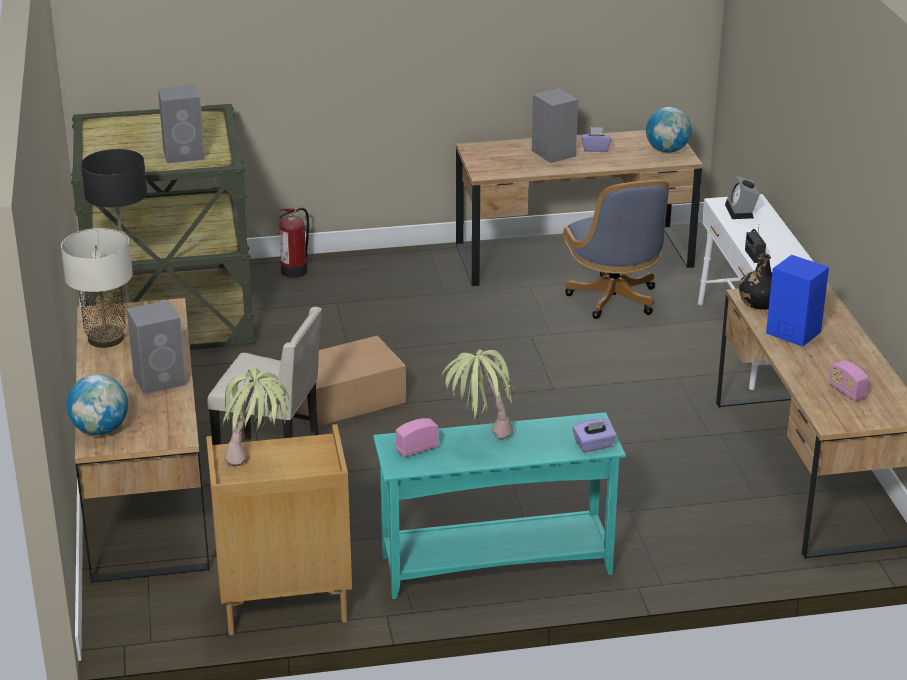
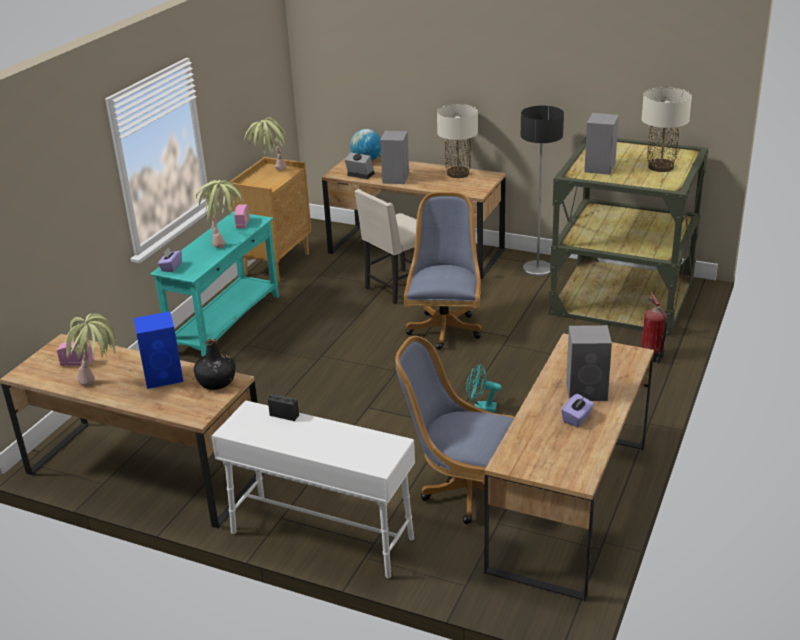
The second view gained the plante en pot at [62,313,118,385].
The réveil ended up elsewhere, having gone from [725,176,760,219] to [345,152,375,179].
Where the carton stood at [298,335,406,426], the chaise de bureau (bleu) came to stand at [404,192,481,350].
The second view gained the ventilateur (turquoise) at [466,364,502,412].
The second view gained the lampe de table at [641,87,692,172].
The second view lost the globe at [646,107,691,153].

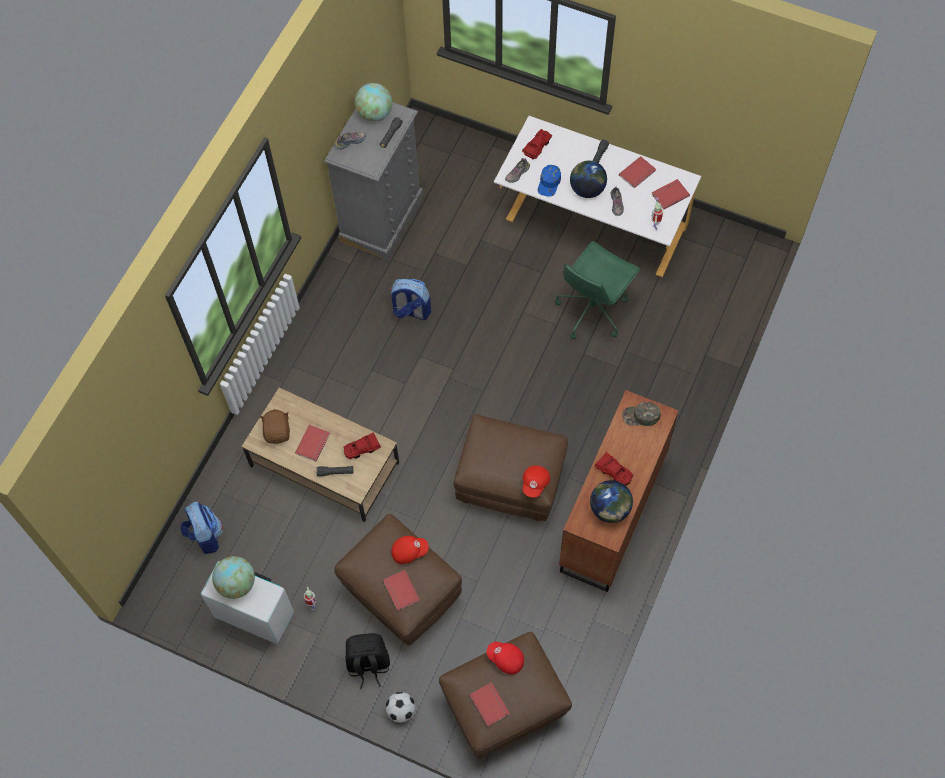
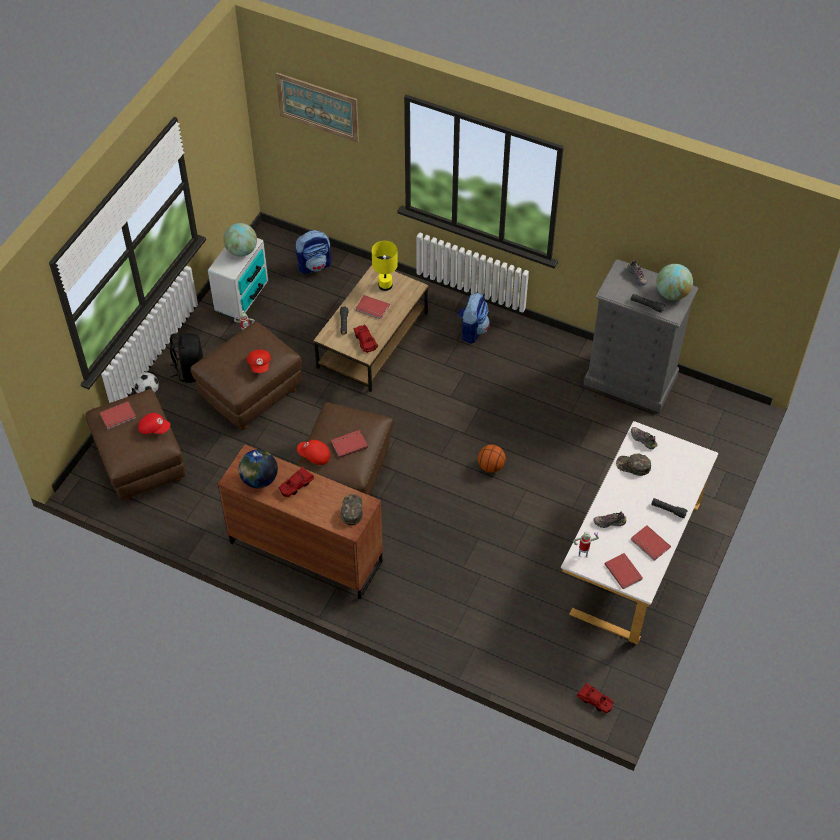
The casquette (rouge) at [487,642,524,674] ended up facing another way, 75 degrees clockwise from before.
The second view gained the tableau at [276,73,359,142].
The livre (rouge) ended up elsewhere, having gone from [383,570,420,611] to [331,430,368,458].
Where the peluche (marron) stood at [259,409,290,444], the lampe de table (jaune) came to stand at [372,241,398,291].
The sac à dos ended up elsewhere, having gone from [390,279,431,320] to [458,293,490,344].
The second view gained the ballon de basket at [478,445,506,473].
The petite voiture (rouge) ended up elsewhere, having gone from [522,129,552,159] to [577,682,614,713].
What was the casquette (bleu) at [538,165,561,197] turned into the casquette (vert) at [616,453,651,476].
The second view lost the chaise de bureau (vert) at [555,241,640,339].
The second view lost the globe at [570,161,607,198].

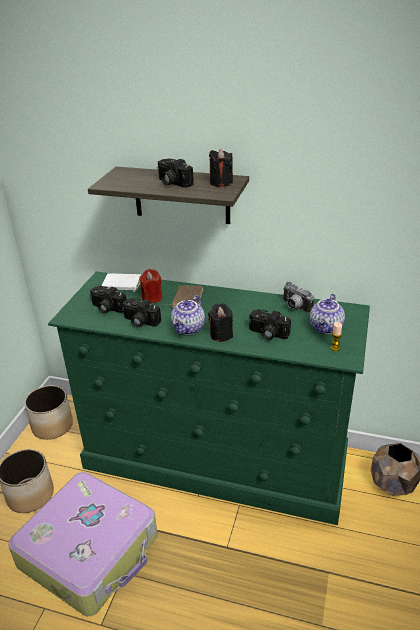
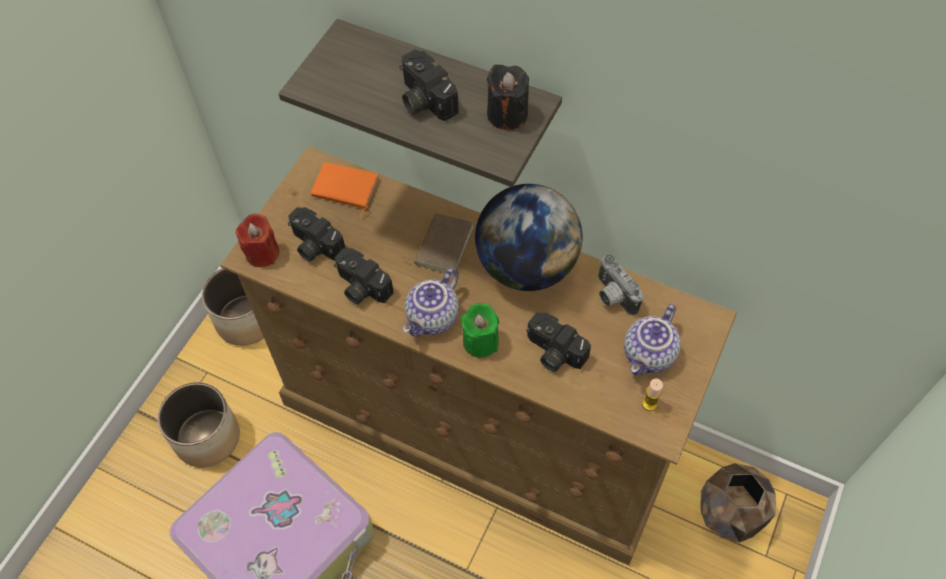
What was the commode (vert) at [48,272,370,525] turned into the commode (marron) at [220,146,737,566].
The bougie (rouge) ended up elsewhere, having gone from [139,269,162,303] to [236,214,280,267].
What was the livre (blanc) at [101,273,141,291] turned into the livre (orange) at [311,162,380,217].
What was the bougie (noir) at [208,303,233,342] turned into the bougie (vert) at [461,303,499,358].
The second view gained the globe at [475,184,582,291].

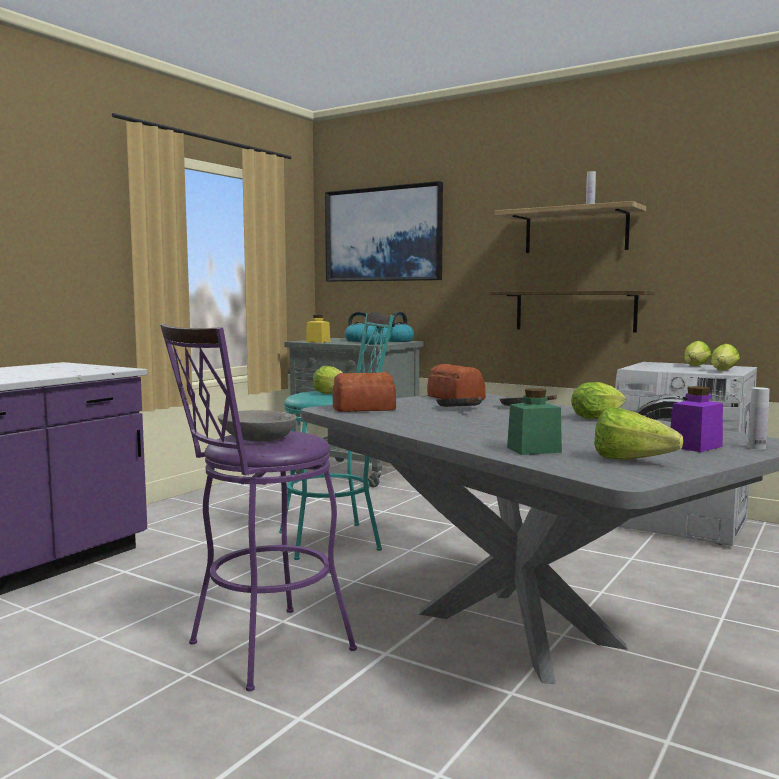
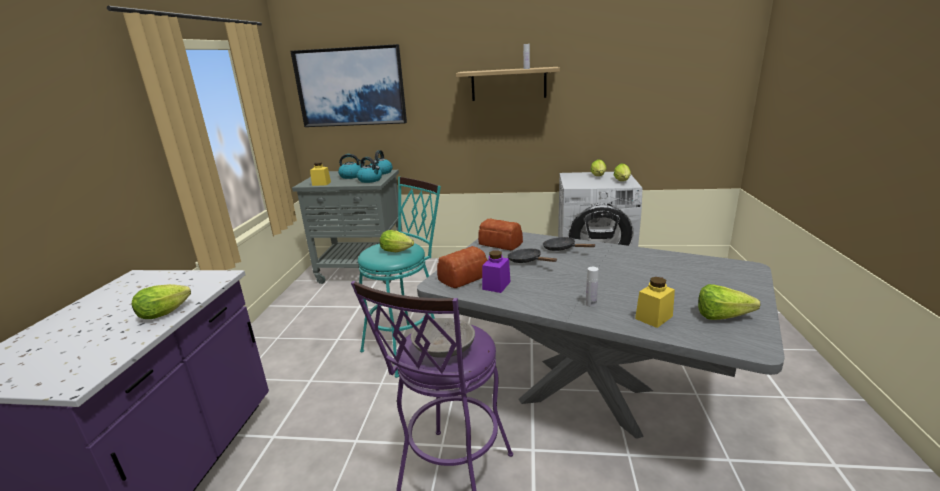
The laitue ended up elsewhere, having gone from [571,382,626,419] to [132,284,191,319].
The bocal (violet) ended up elsewhere, having gone from [670,386,723,452] to [482,250,511,293].
The bouteille (blanc) ended up elsewhere, having gone from [748,387,770,450] to [586,267,599,307].
What was the bocal (vert) at [507,388,562,455] turned into the bocal (jaune) at [635,277,675,328].
The second view lost the étagère at [490,291,655,333].

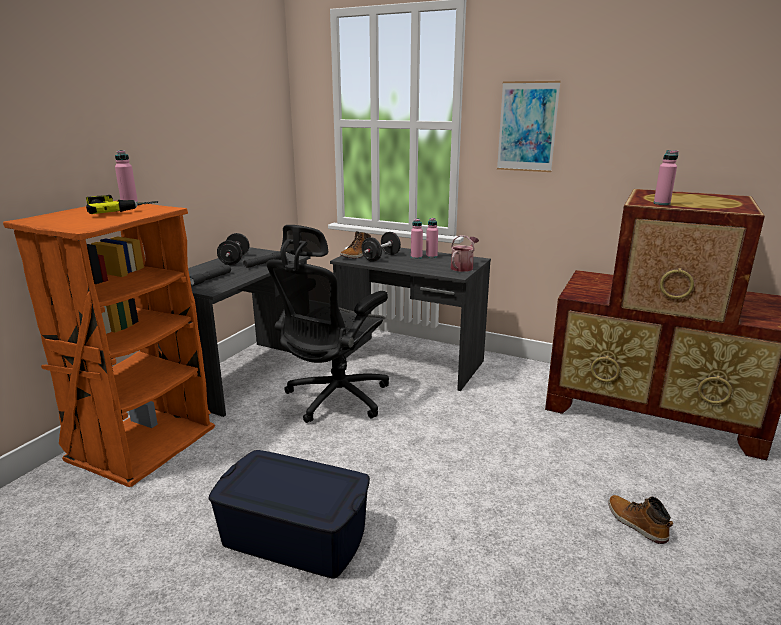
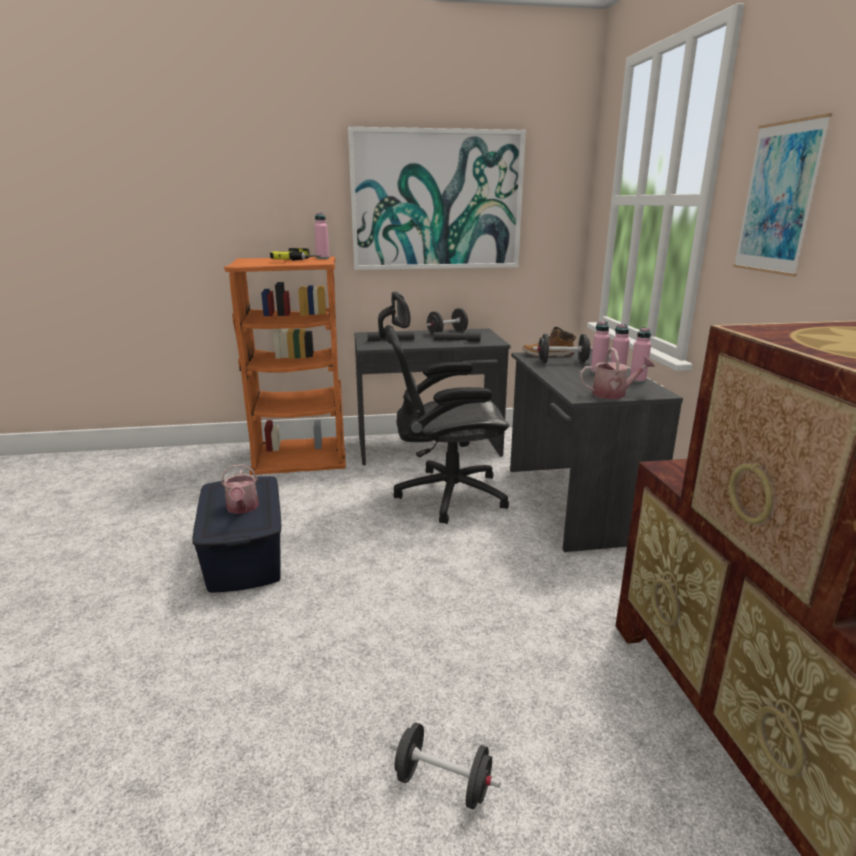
The second view gained the arrosoir at [221,464,259,514].
The second view gained the tableau at [348,127,526,270].
Where the botte stood at [608,495,673,544], the haltère (noir) came to stand at [390,723,501,809].
The bouteille (rose) ended up elsewhere, having gone from [654,150,678,205] to [630,327,651,383].

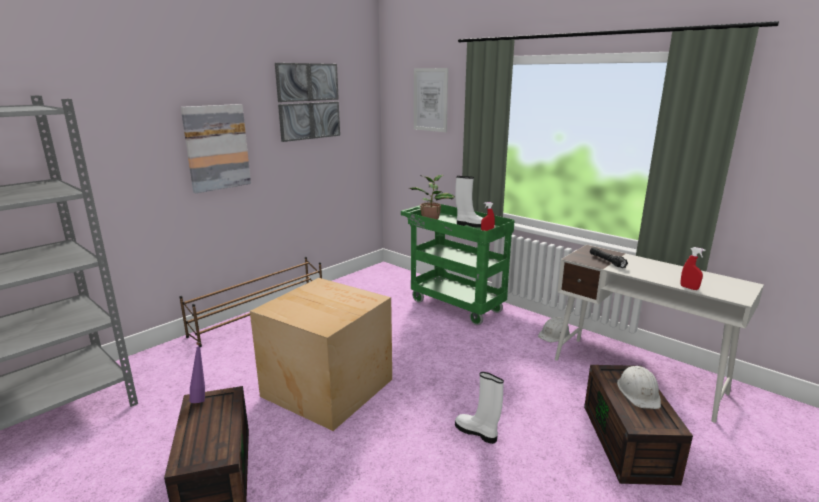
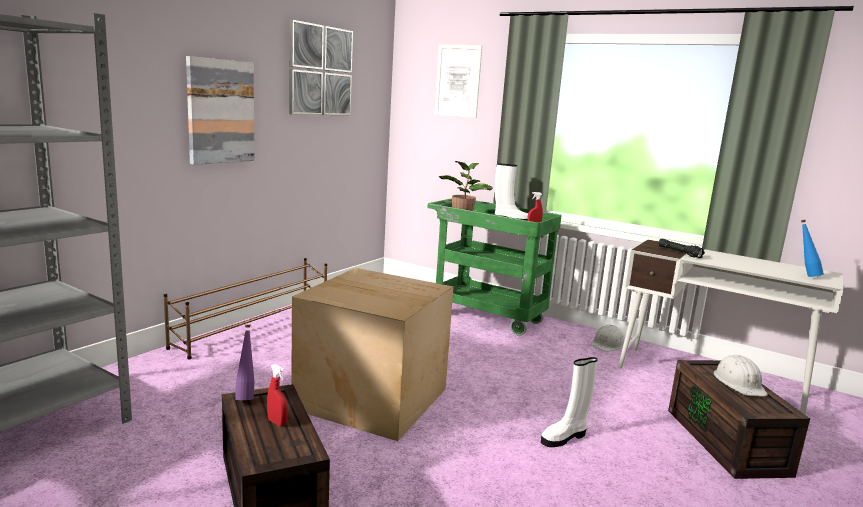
The vaporisateur (rouge) ended up elsewhere, having gone from [680,247,706,290] to [267,364,288,427].
The botte (blanc) at [455,372,504,444] ended up facing another way, 60 degrees counterclockwise from before.
The second view gained the bouteille (bleu) at [801,220,824,277].

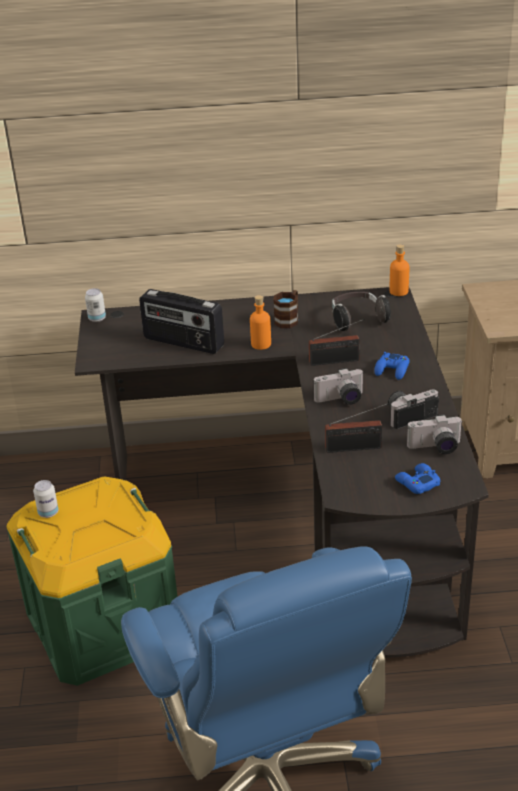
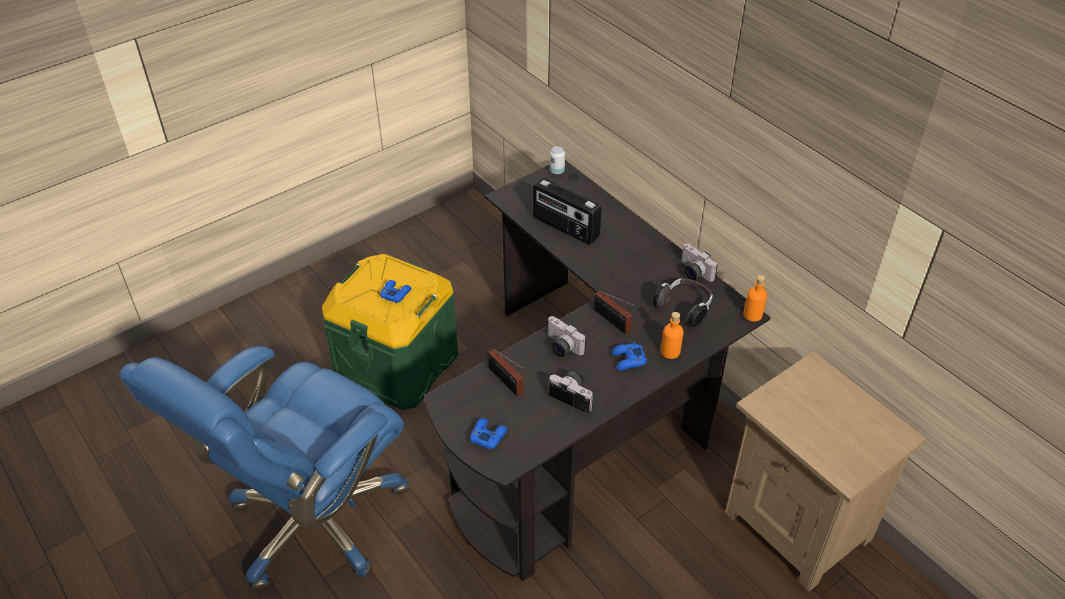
The second view gained the manette (bleu) at [380,280,411,303].
The radio at [139,289,224,354] ended up facing another way, 45 degrees counterclockwise from before.
The bouteille (orange) ended up elsewhere, having gone from [250,295,271,350] to [661,312,684,359].
The appareil photo ended up elsewhere, having gone from [407,414,462,454] to [681,243,718,282].
The second view lost the boîte métallique at [33,480,59,518].
The second view lost the mug (marron) at [273,290,298,328].

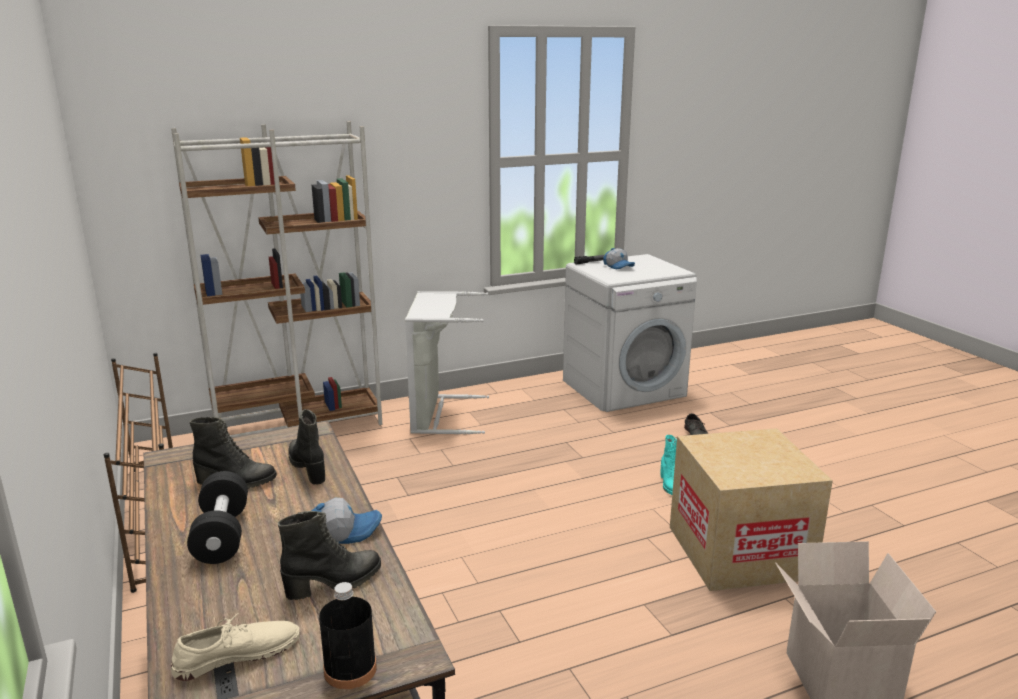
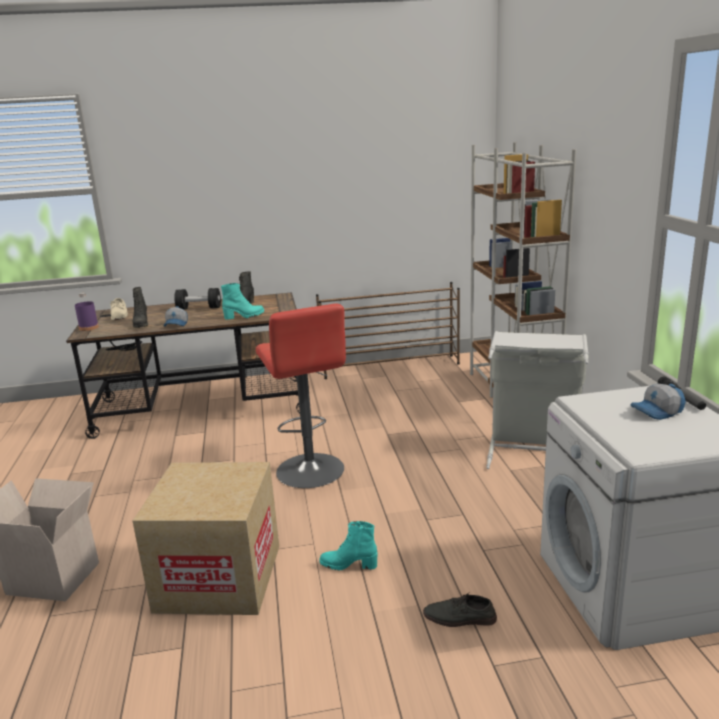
What was the bouteille (noir) at [319,582,377,689] turned into the bouteille (violet) at [75,293,99,331].
What was the botte (noir) at [288,409,325,485] turned into the botte (turquoise) at [221,283,264,320].
The second view gained the tabouret (rouge) at [256,304,346,488].

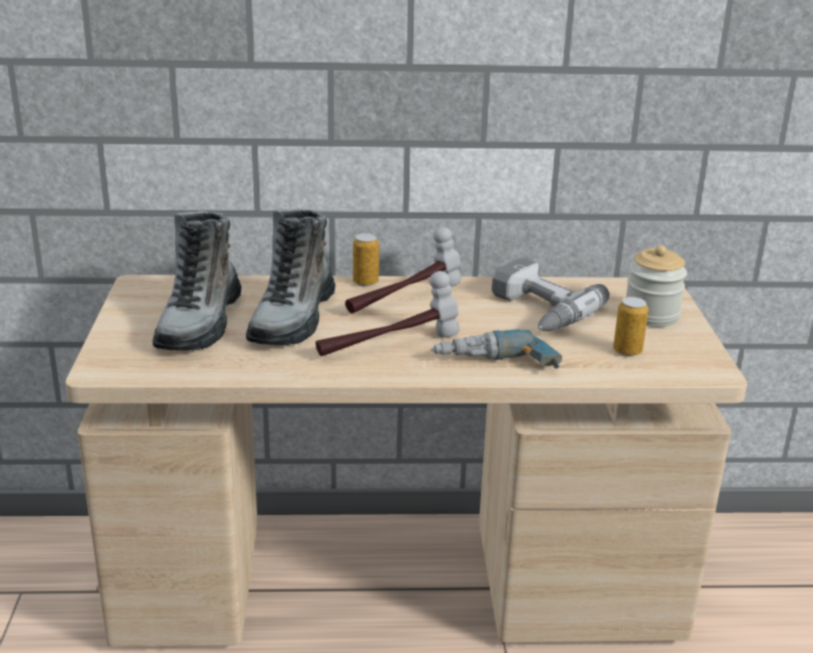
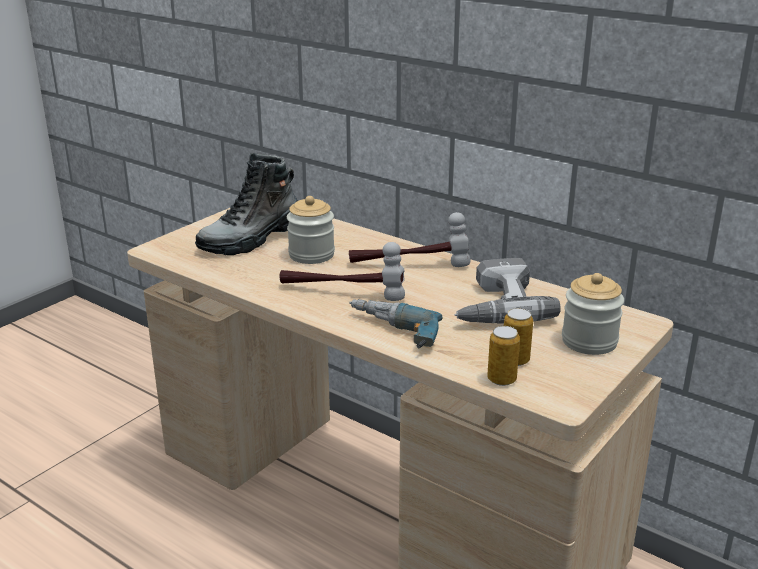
Where the botte stood at [246,208,336,346], the bocal came to stand at [287,196,335,264].
The boîte métallique ended up elsewhere, having gone from [353,233,379,286] to [487,326,520,386].

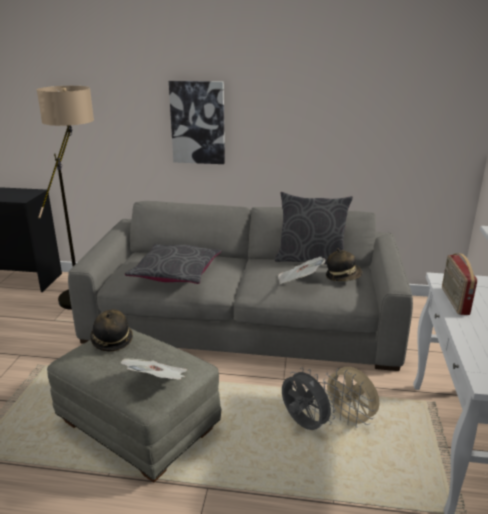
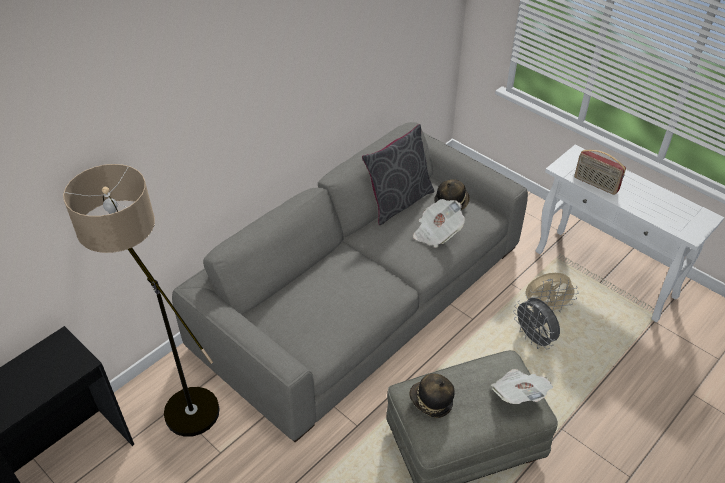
The ventilateur (gris) at [282,367,336,430] ended up facing another way, 120 degrees counterclockwise from before.
The second view lost the coussin (gris) at [125,244,221,284].
The second view lost the tableau at [169,81,225,164].

